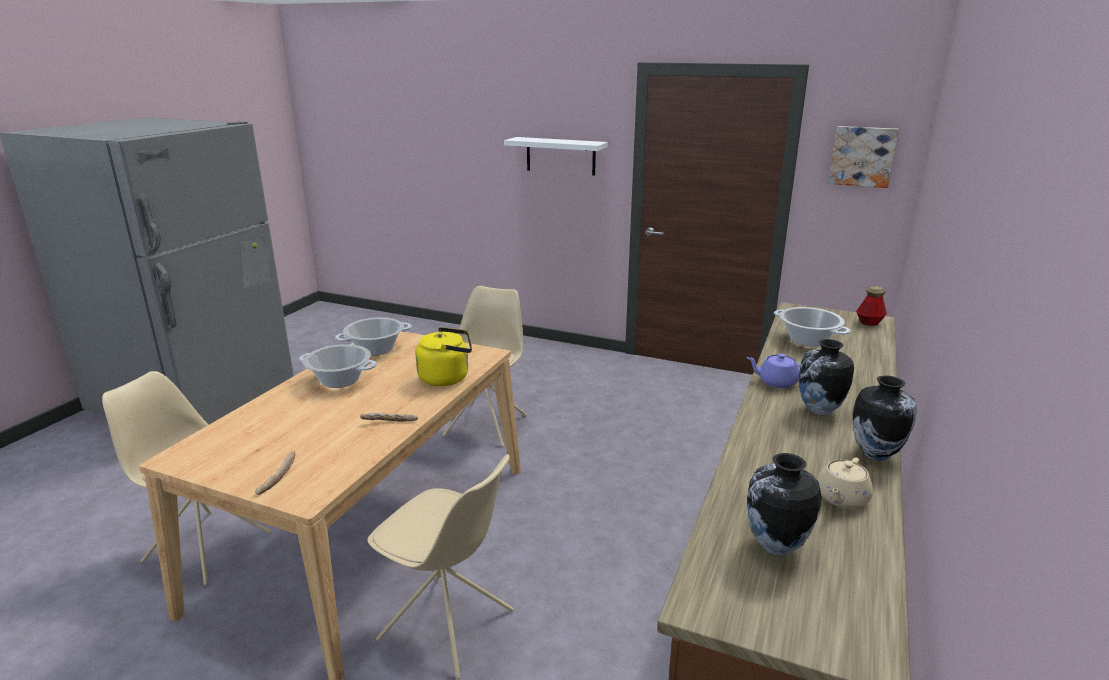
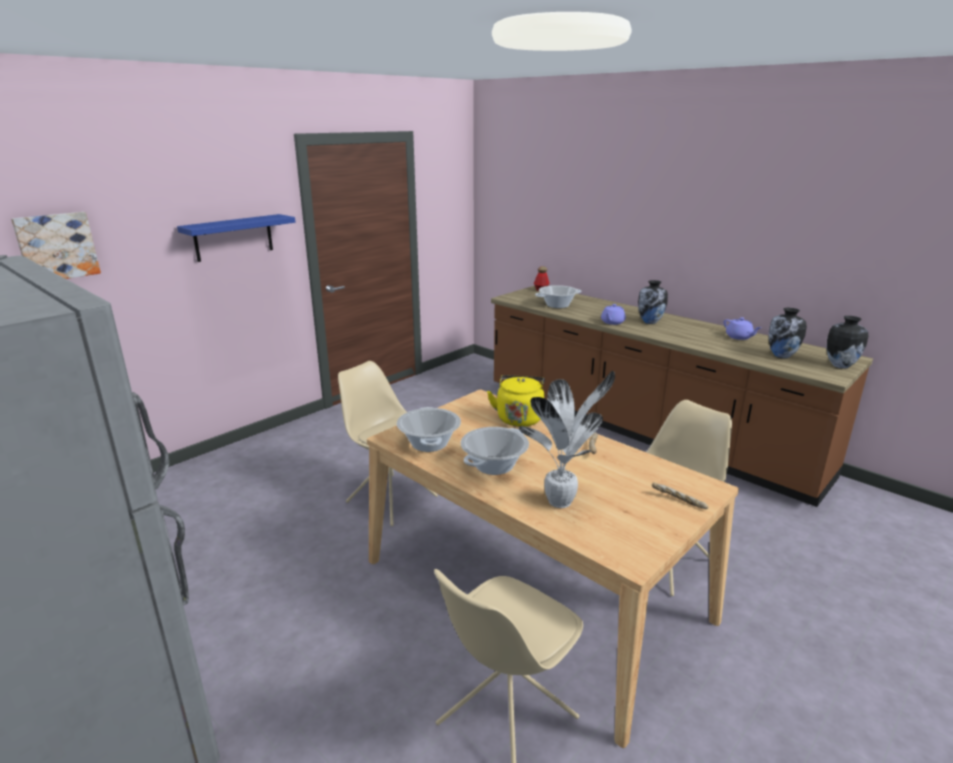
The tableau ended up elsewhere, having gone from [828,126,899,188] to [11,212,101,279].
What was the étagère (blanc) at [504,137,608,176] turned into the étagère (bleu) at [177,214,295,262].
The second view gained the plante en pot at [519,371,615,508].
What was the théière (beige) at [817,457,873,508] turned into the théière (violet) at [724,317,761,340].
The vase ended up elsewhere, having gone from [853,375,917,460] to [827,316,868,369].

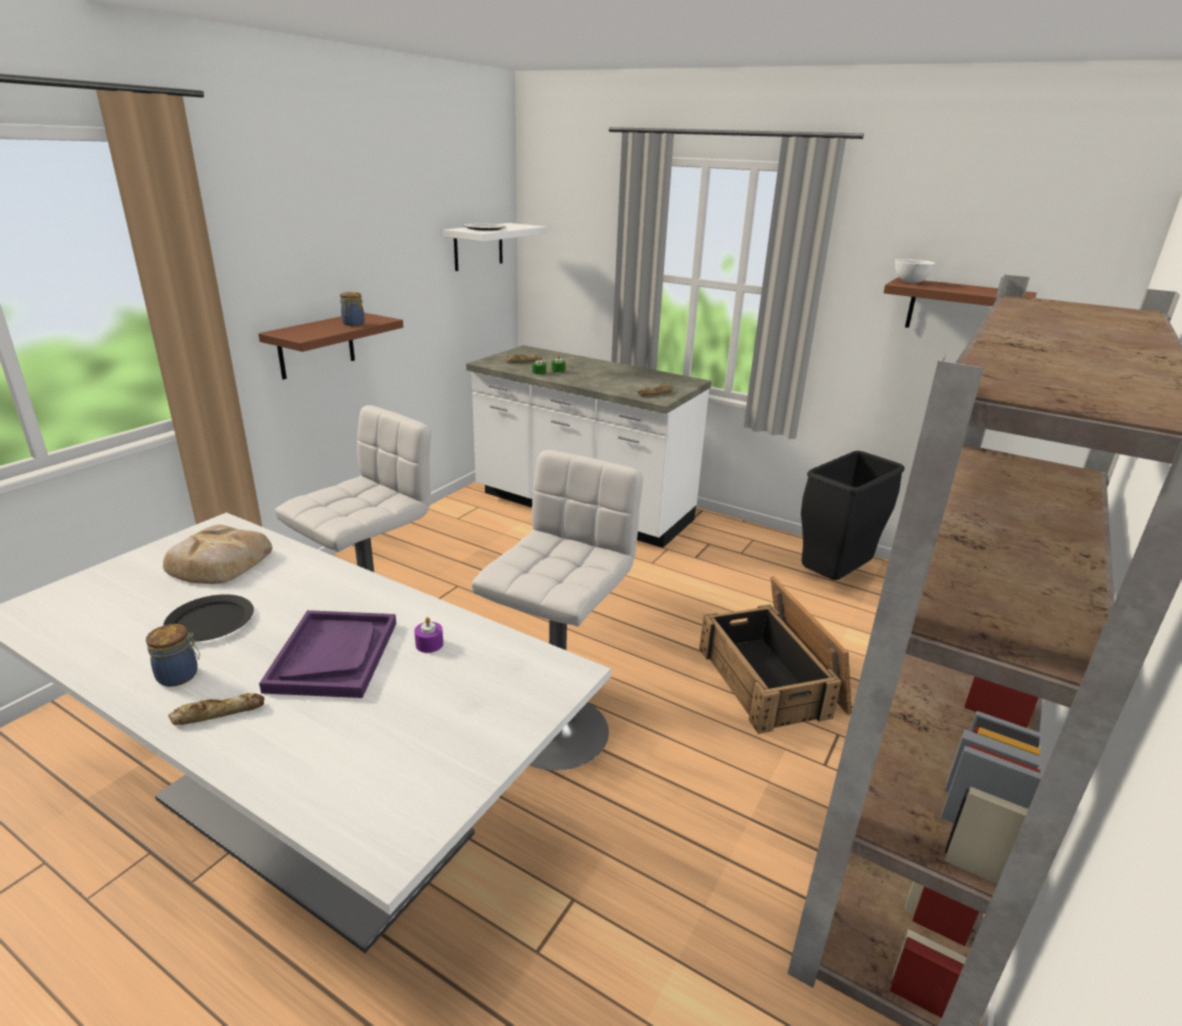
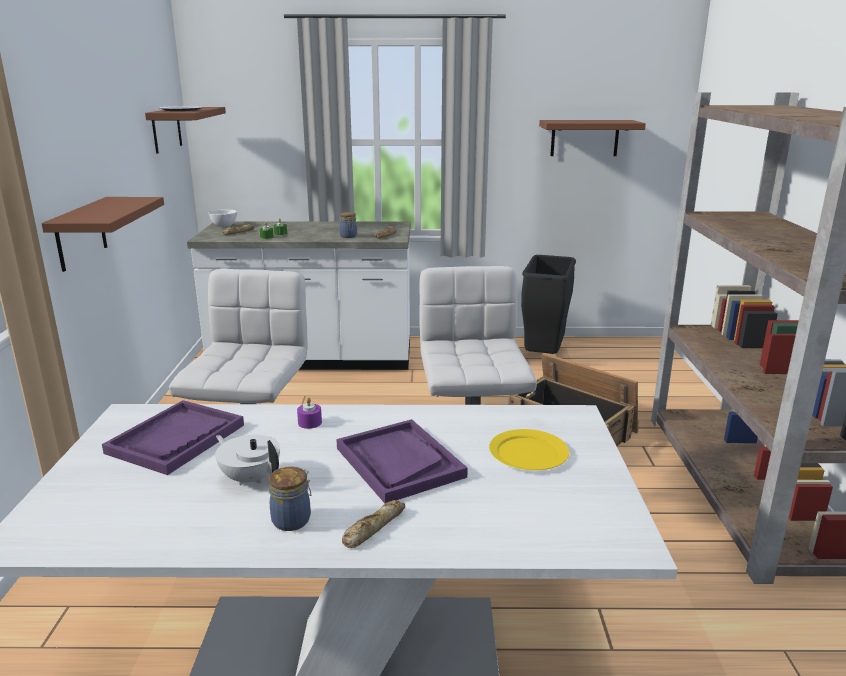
Where the pain stood at [163,524,272,584], the plateau (violet) came to stand at [102,400,244,475].
What was the étagère (blanc) at [443,223,547,271] turned into the étagère (marron) at [145,107,226,154].
The bol (blanc) ended up elsewhere, having gone from [895,259,935,283] to [209,210,237,227].
Where the assiette (noir) stood at [163,594,254,642], the théière (blanc) came to stand at [215,435,280,485].
The bougie (violet) ended up elsewhere, having gone from [414,617,443,653] to [297,397,322,429].
The bocal ended up elsewhere, having gone from [340,292,365,326] to [340,212,357,238].
The second view gained the assiette (jaune) at [489,429,569,470].

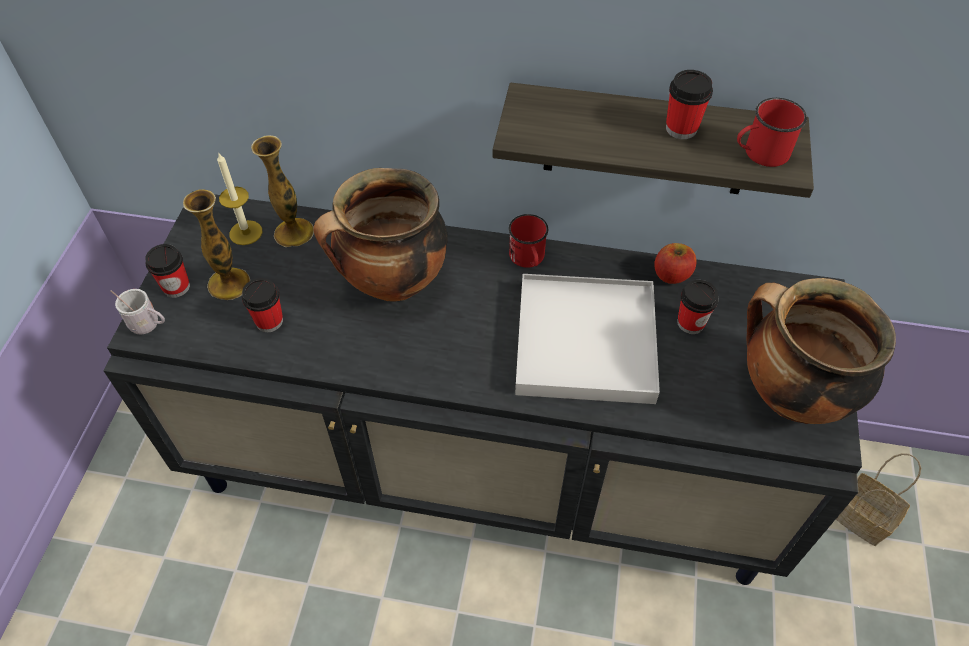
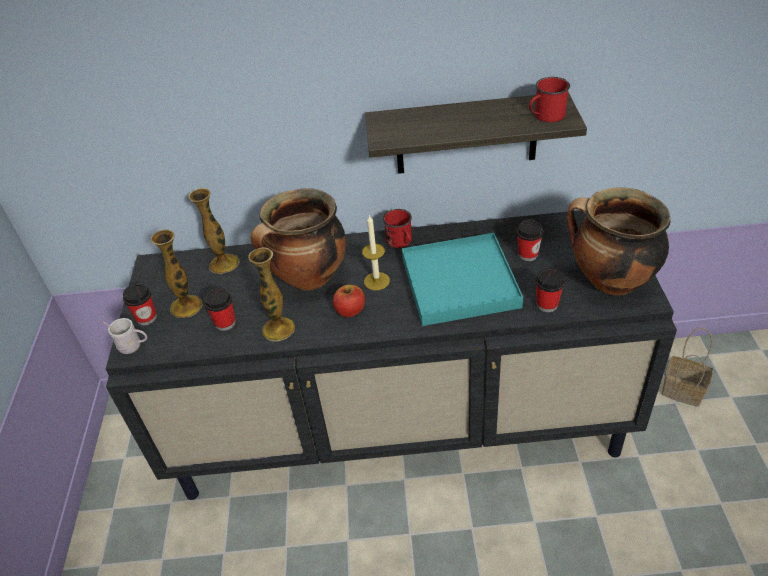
The second view gained the vase at [248,247,295,341].
The pomme ended up elsewhere, having gone from [654,243,696,284] to [333,285,365,317].
The bougie ended up elsewhere, having gone from [217,153,262,245] to [362,214,390,290].
What was the plateau (blanc) at [515,274,660,404] turned into the plateau (turquoise) at [402,233,523,326].
The tasse ended up elsewhere, having gone from [666,70,713,139] to [536,268,565,312].

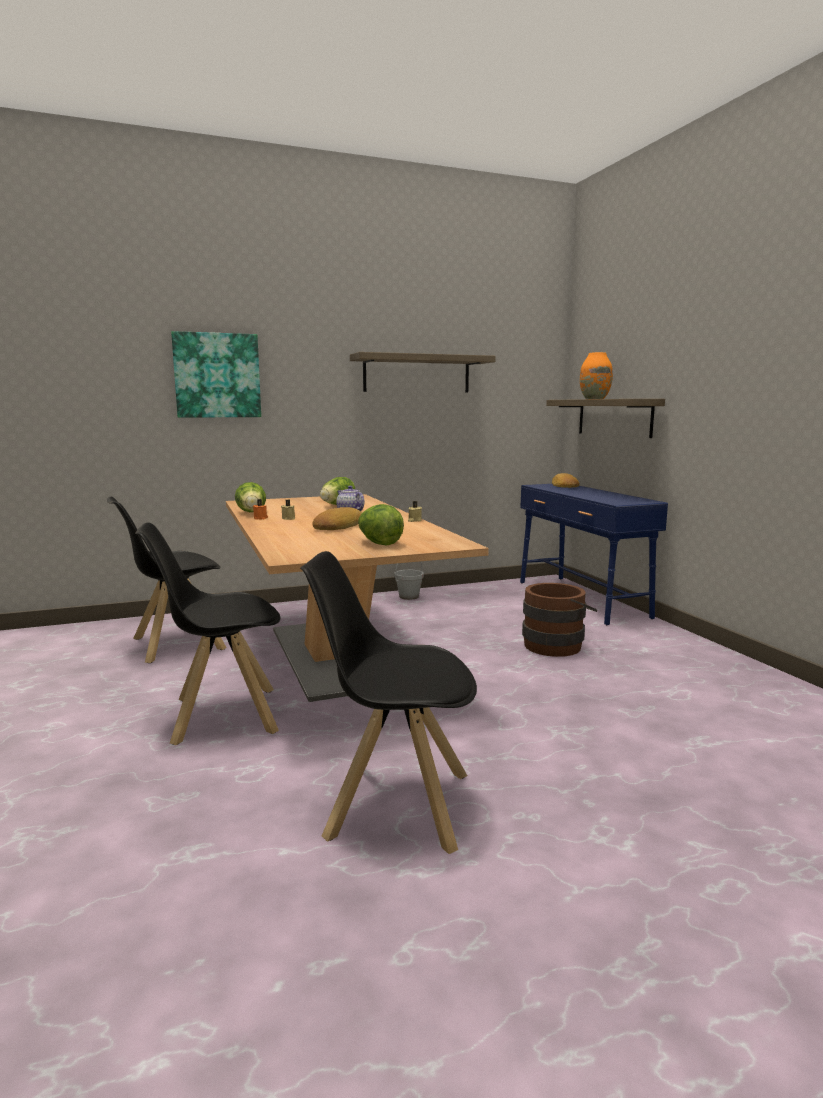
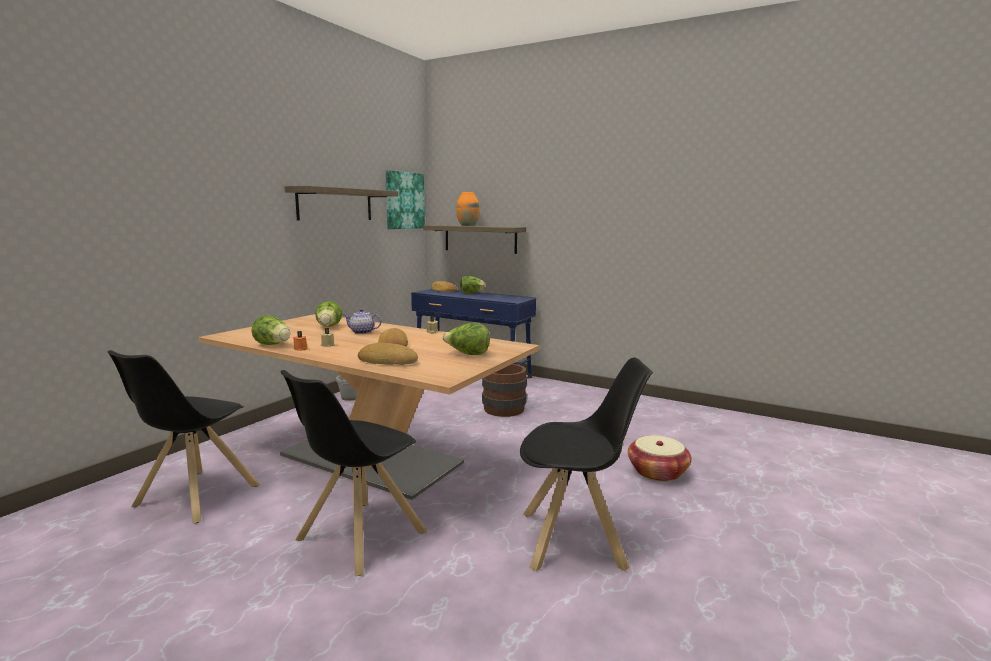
The second view gained the pain at [358,343,418,365].
The tableau ended up elsewhere, having gone from [171,331,261,418] to [386,170,425,229].
The second view gained the laitue at [461,276,486,294].
The chaise (noir) at [300,551,477,854] ended up facing another way, 150 degrees counterclockwise from before.
The second view gained the panier at [628,435,692,482].

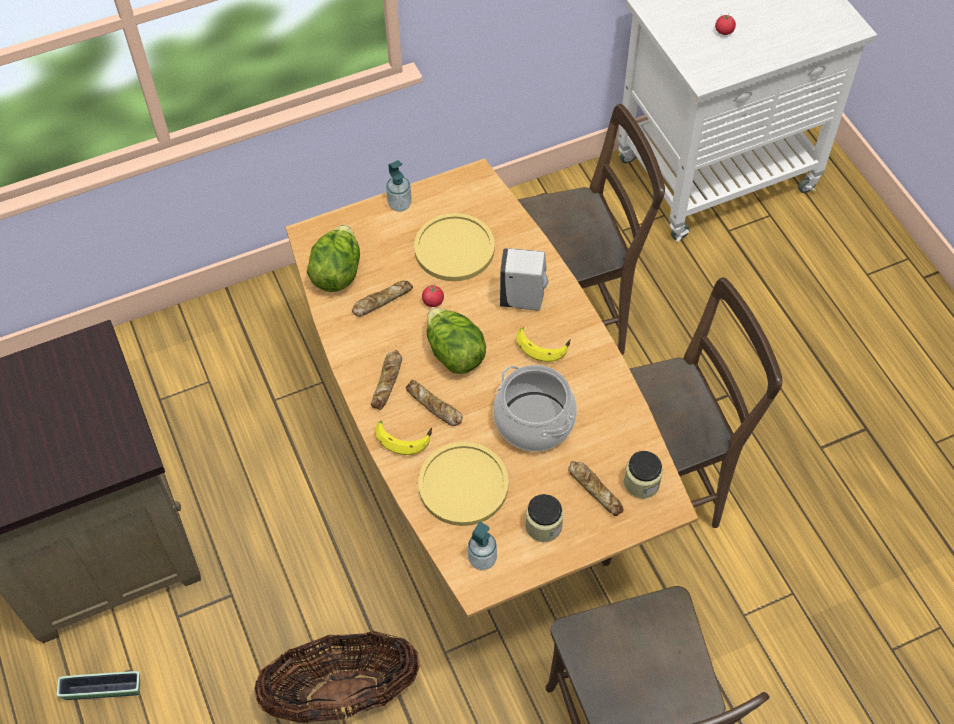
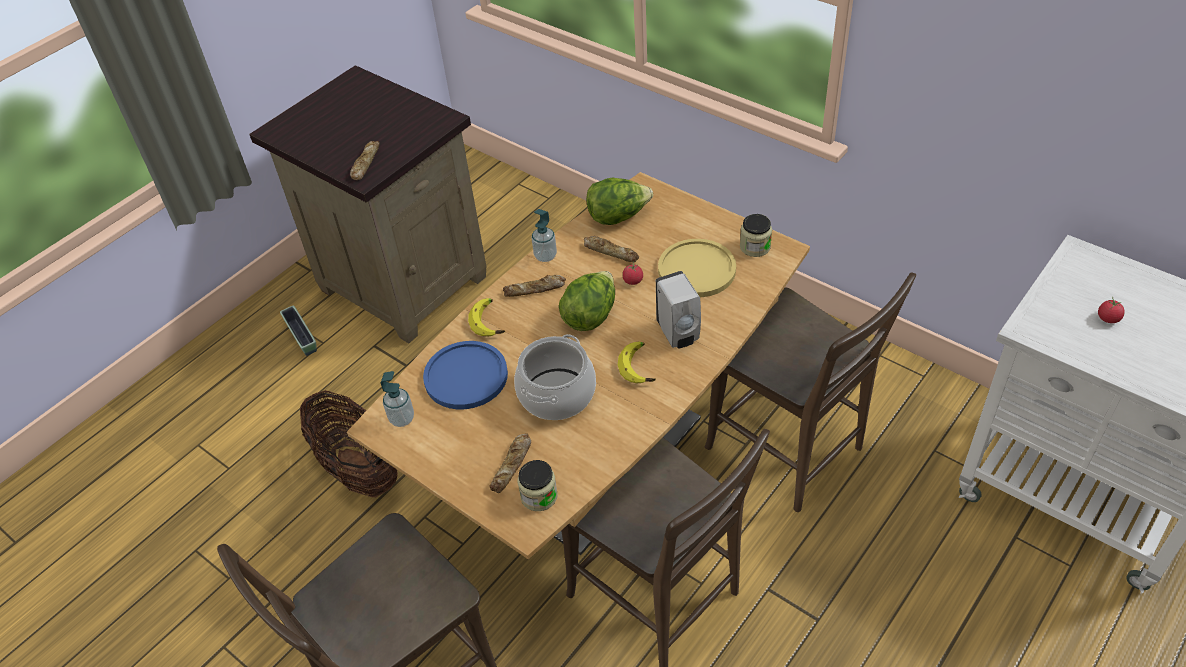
The pain ended up elsewhere, having gone from [405,380,463,426] to [350,141,380,180].
What was the assiette (jaune) at [418,442,509,526] turned into the assiette (bleu) at [423,341,508,410].
The distributeur de savon ended up elsewhere, having gone from [386,160,412,212] to [532,209,557,262].
The bocal ended up elsewhere, having gone from [525,494,563,542] to [740,214,772,257].

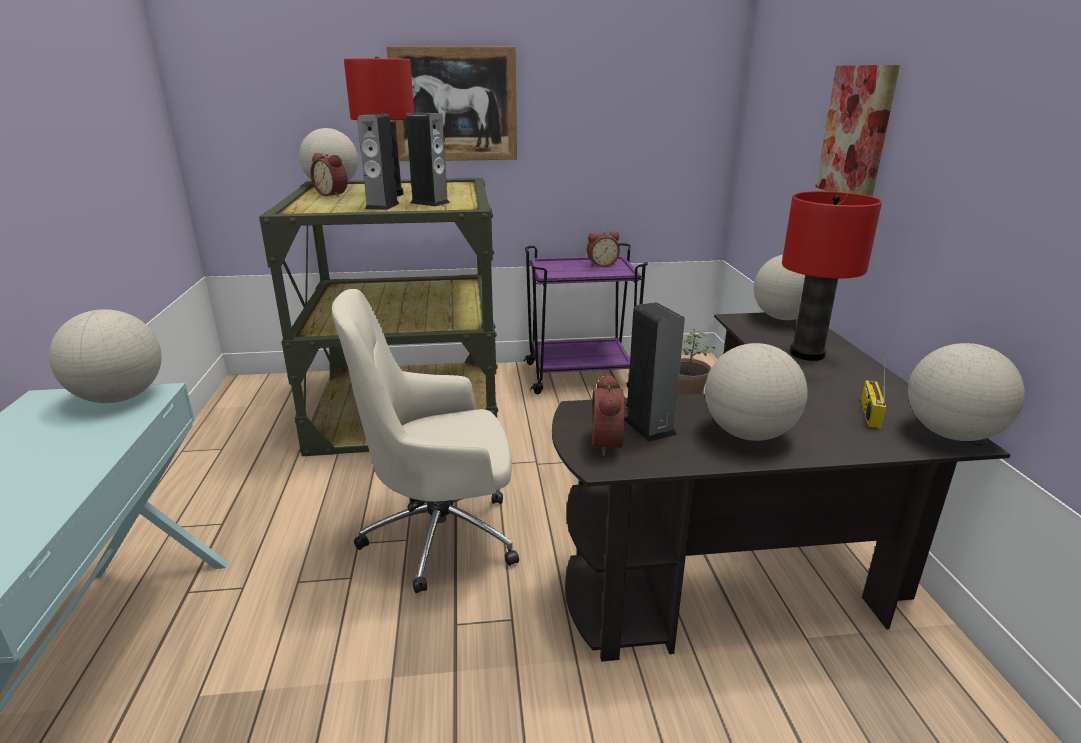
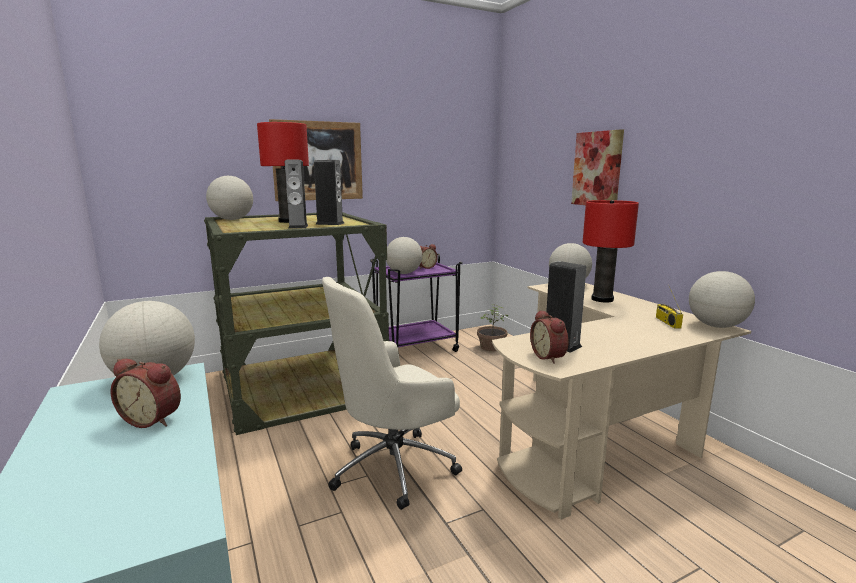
The réveil ended up elsewhere, having gone from [310,153,348,197] to [111,359,181,428].
The globe ended up elsewhere, having gone from [705,343,808,441] to [386,237,422,274].
What was the bureau (noir) at [552,312,1011,662] turned into the bureau (beige) at [492,283,751,520].

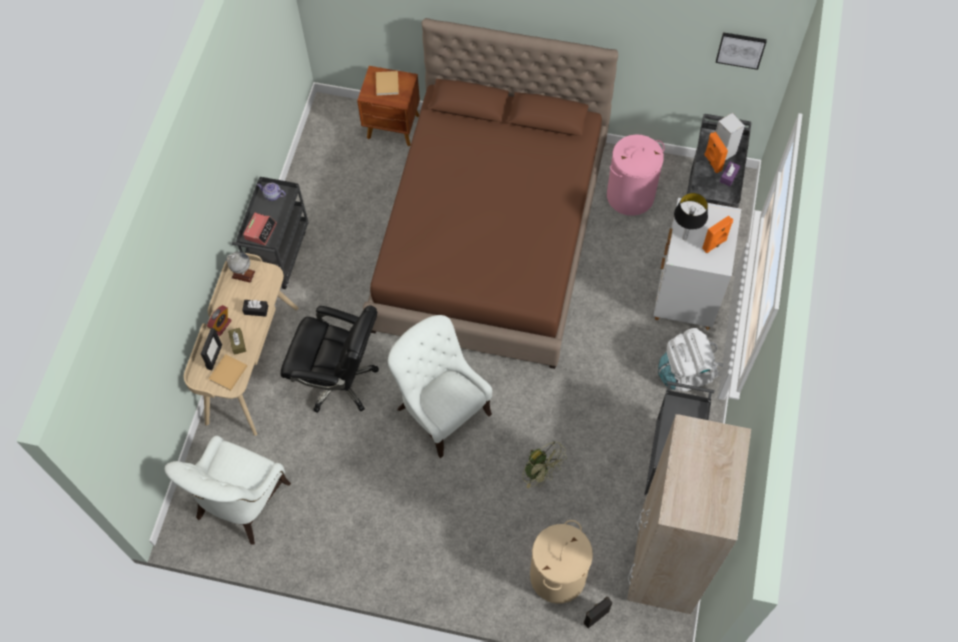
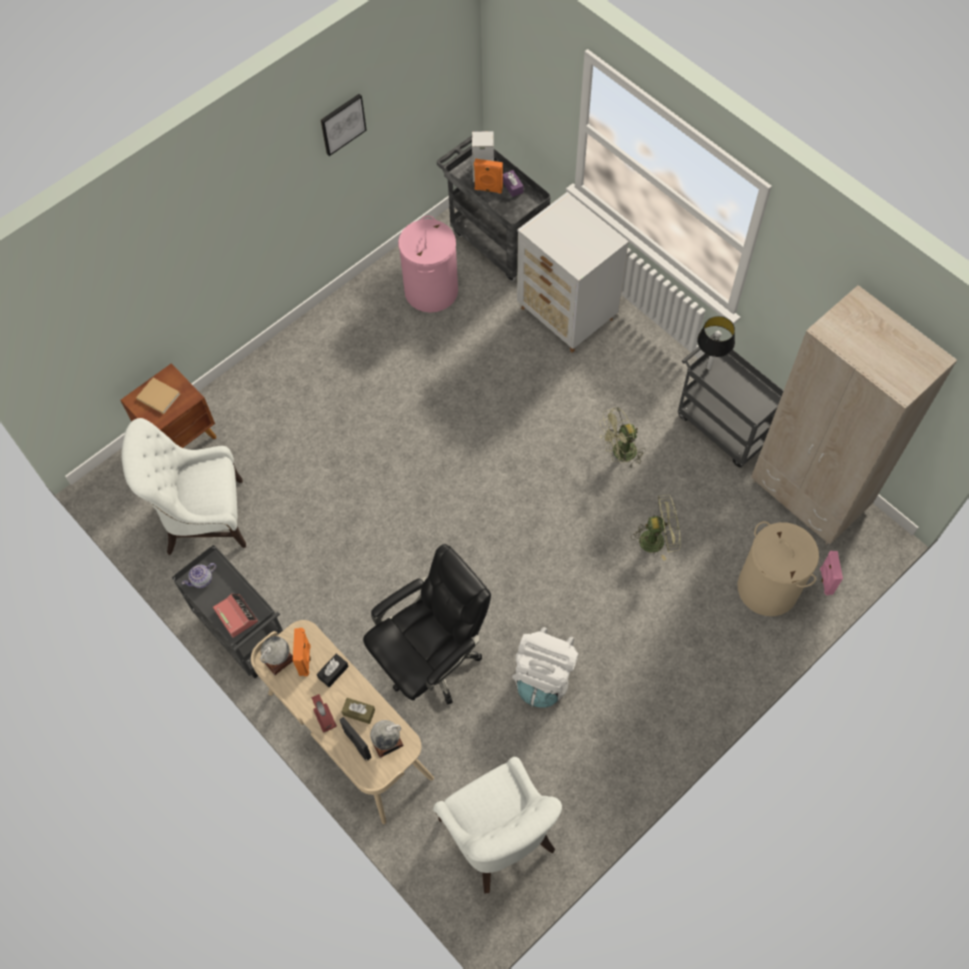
The fauteuil (blanc) ended up elsewhere, having gone from [388,315,492,458] to [121,418,246,555].
The enceinte (orange) ended up elsewhere, having gone from [702,216,733,253] to [293,628,311,676].
The tableau ended up elsewhere, having gone from [716,32,767,70] to [321,94,367,156].
Where the livre (beige) stood at [209,354,247,391], the globe came to stand at [370,720,404,758].
The sac à dos (blanc) ended up elsewhere, having gone from [658,328,724,391] to [512,627,579,708].
The second view gained the ventilateur (vert) at [600,407,645,469].
The lampe de table ended up elsewhere, having gone from [674,193,708,240] to [697,316,735,370].
What was the enceinte (noir) at [584,597,613,628] turned into the enceinte (rose) at [820,551,843,595].
The second view lost the lit (marron) at [363,18,618,369].

